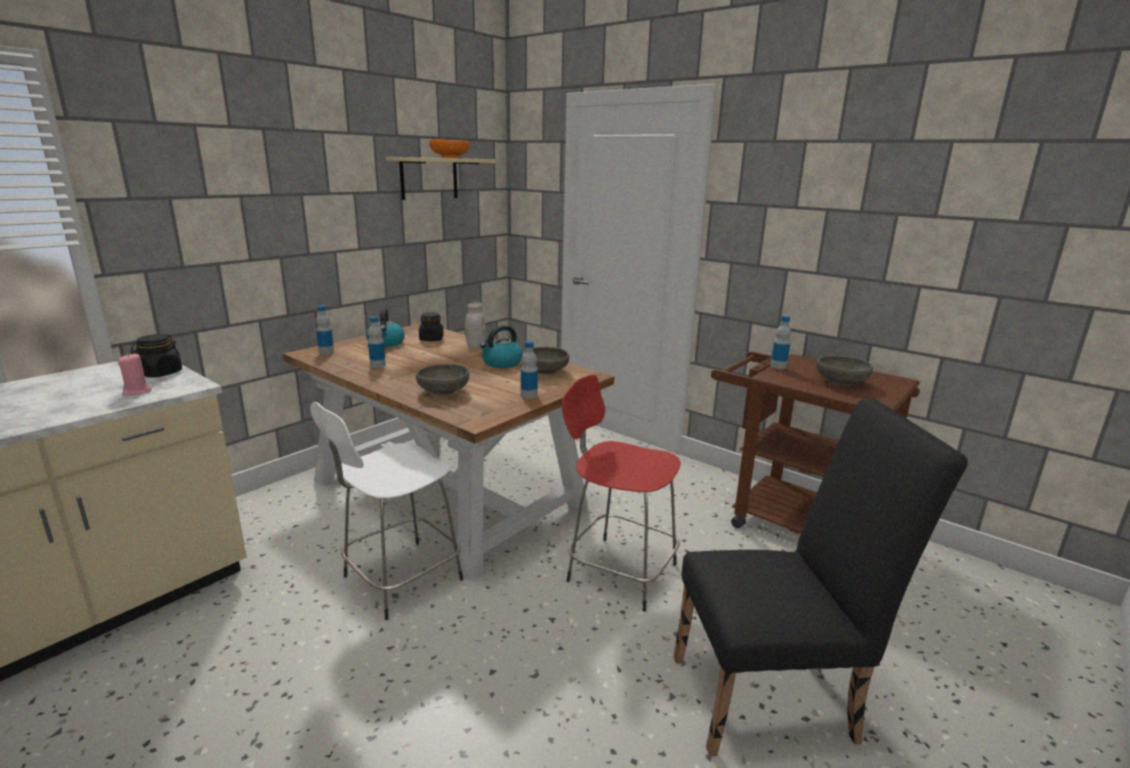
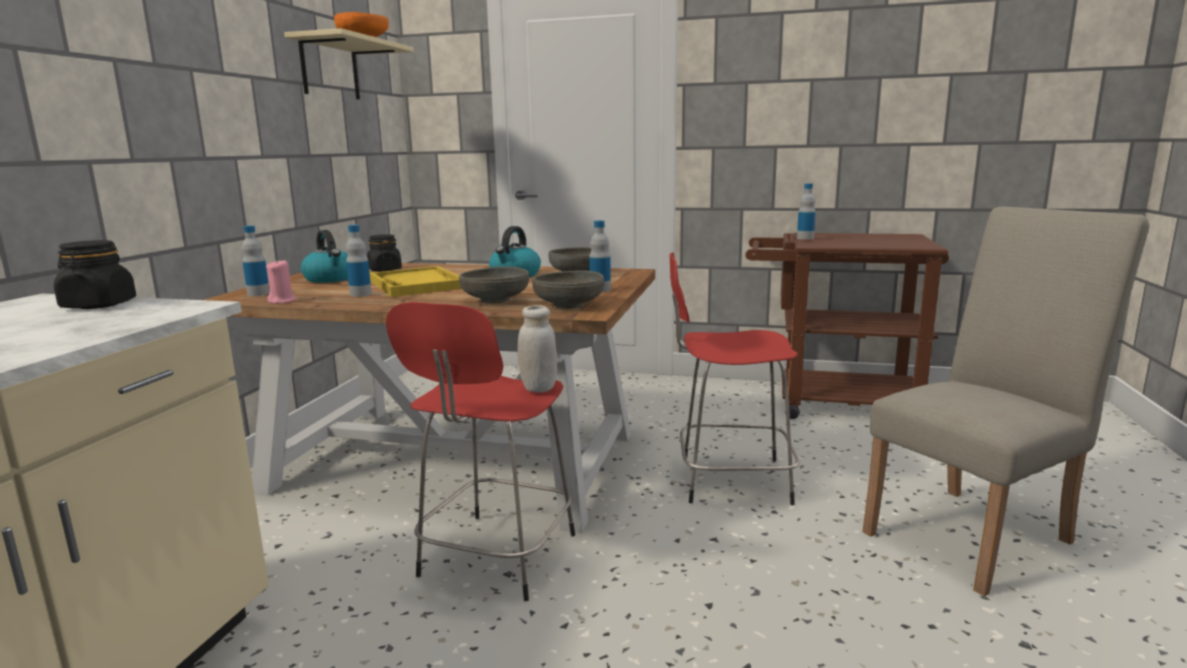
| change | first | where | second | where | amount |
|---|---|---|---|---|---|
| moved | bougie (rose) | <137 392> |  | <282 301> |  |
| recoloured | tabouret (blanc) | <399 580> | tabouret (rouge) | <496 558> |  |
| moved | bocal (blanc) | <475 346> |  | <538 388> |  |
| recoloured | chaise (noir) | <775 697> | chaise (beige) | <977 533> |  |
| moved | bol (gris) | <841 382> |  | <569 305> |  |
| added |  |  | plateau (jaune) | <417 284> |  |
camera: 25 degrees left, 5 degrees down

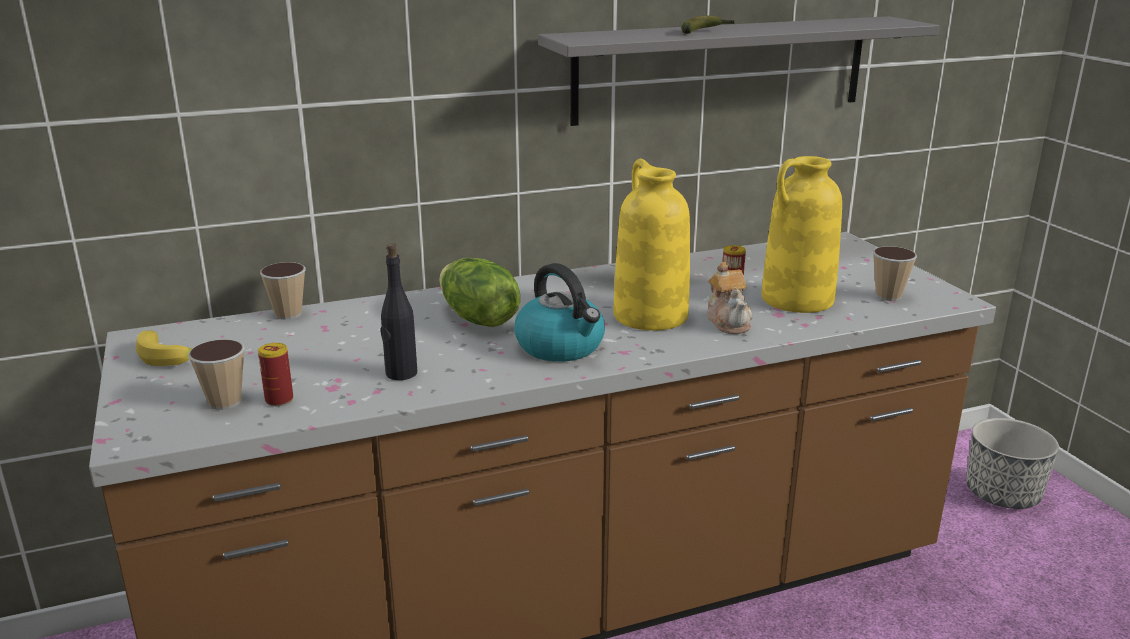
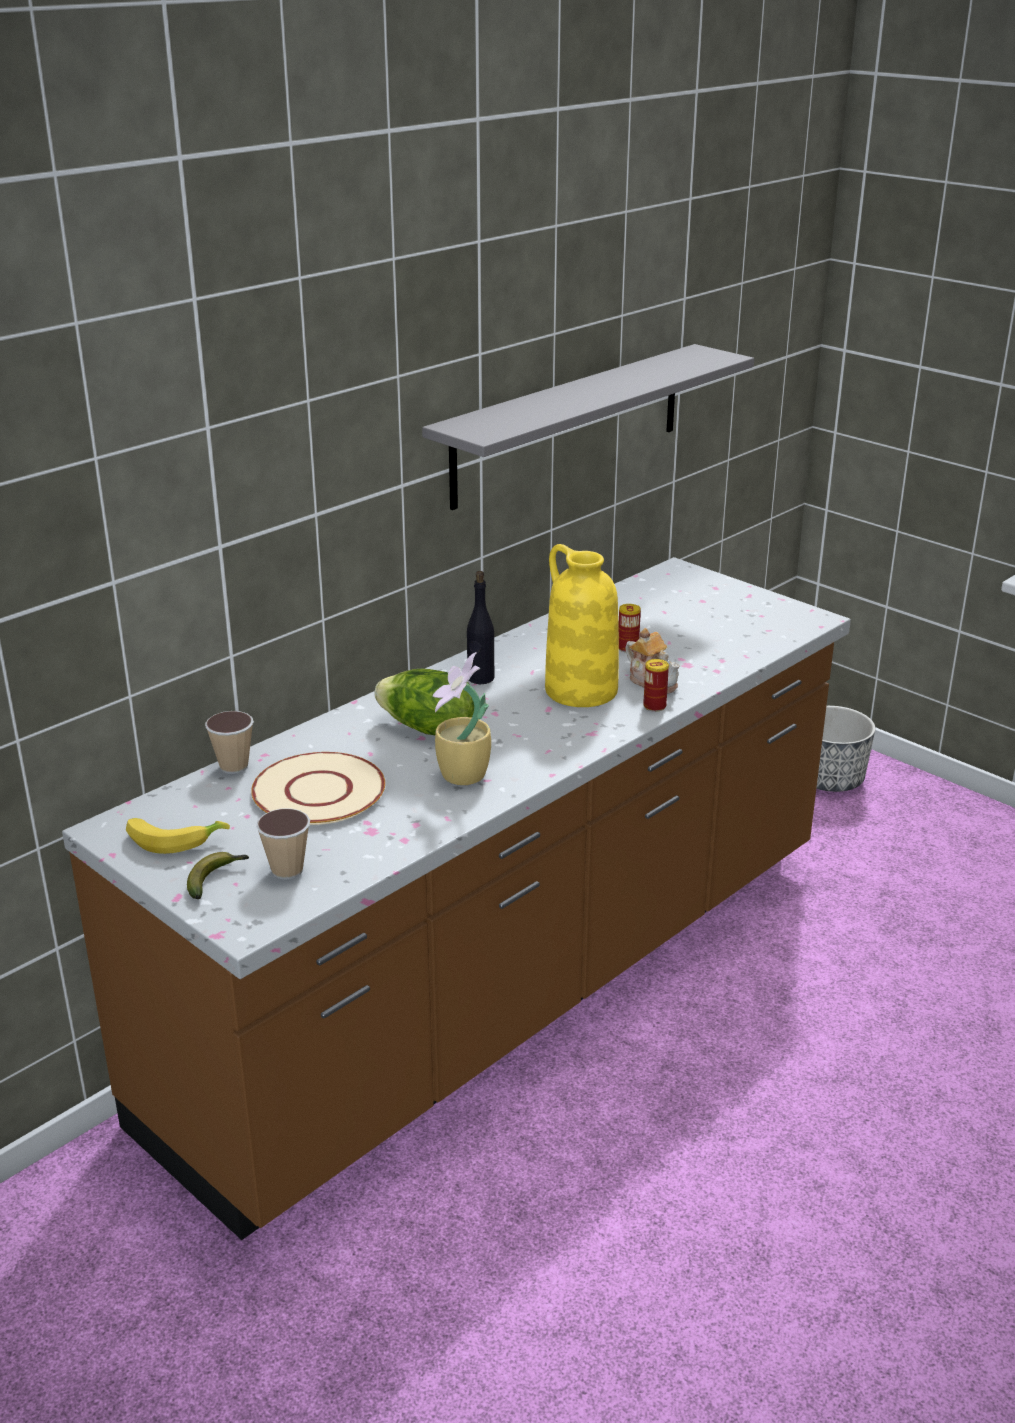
| change | first | where | second | where | amount |
|---|---|---|---|---|---|
| moved | boîte métallique | <279 400> |  | <654 706> |  |
| moved | bouteille (noir) | <401 373> |  | <480 678> |  |
| removed | bouilloire | <561 347> |  |  |  |
| moved | banane | <705 32> |  | <216 879> |  |
| removed | vase (jaune) | <797 300> |  |  |  |
| removed | tasse | <888 296> |  |  |  |
| added |  |  | assiette (beige) | <318 791> |  |
| added |  |  | plante en pot | <462 776> |  |
camera: 25 degrees left, 5 degrees up

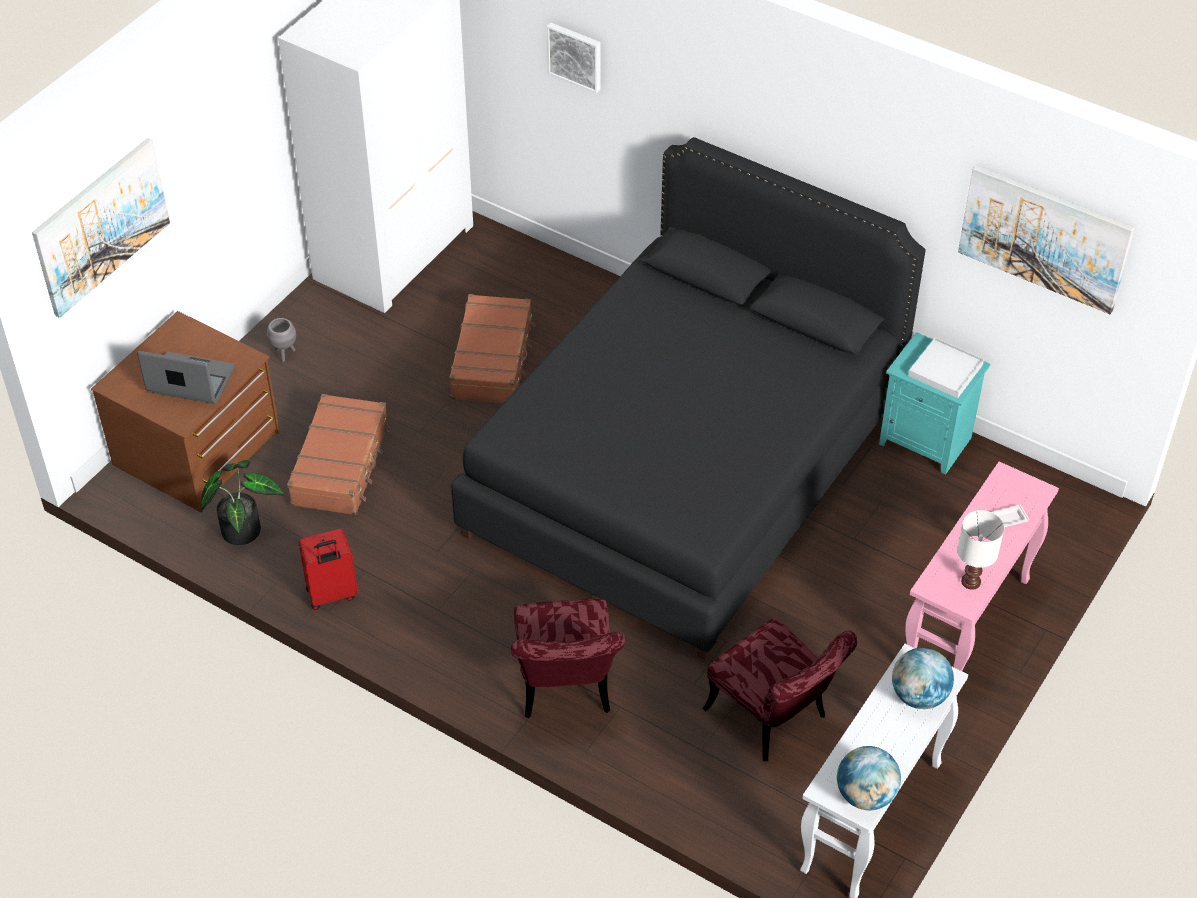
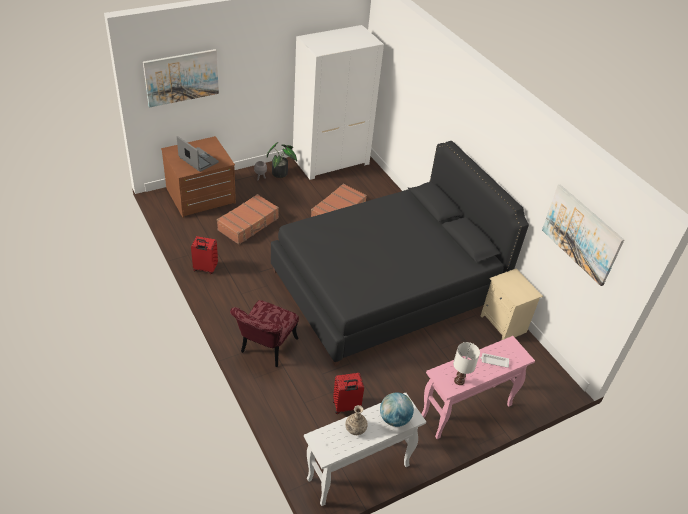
| change | first | where | second | where | amount |
|---|---|---|---|---|---|
| moved | plante en pot | <244 527> |  | <281 172> |  |
| removed | tableau | <575 56> |  |  |  |
| replaced | chaise (rouge) | <774 720> | valise (rouge) | <346 406> |  |
| removed | globe | <865 795> |  |  |  |
| recoloured | table de chevet (turquoise) | <927 440> | table de chevet (beige) | <504 324> |  |
| removed | plateau (blanc) | <945 370> |  |  |  |
| added |  |  | vase | <355 428> |  |
camera: 25 degrees right, 5 degrees down

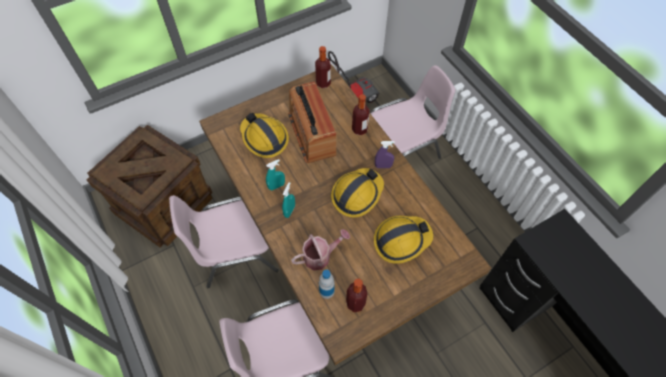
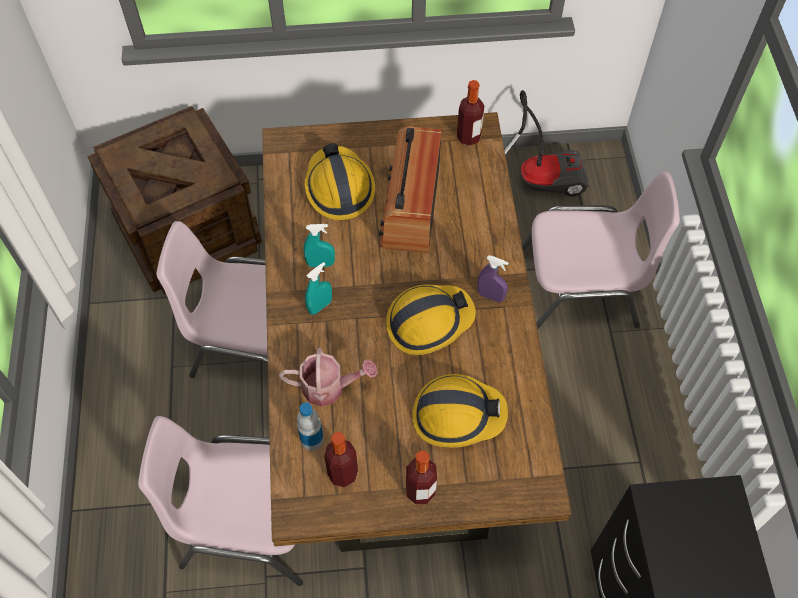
| change | first | where | second | where | amount |
|---|---|---|---|---|---|
| moved | bouteille | <359 129> |  | <420 491> |  |
camera: 25 degrees right, 0 degrees up

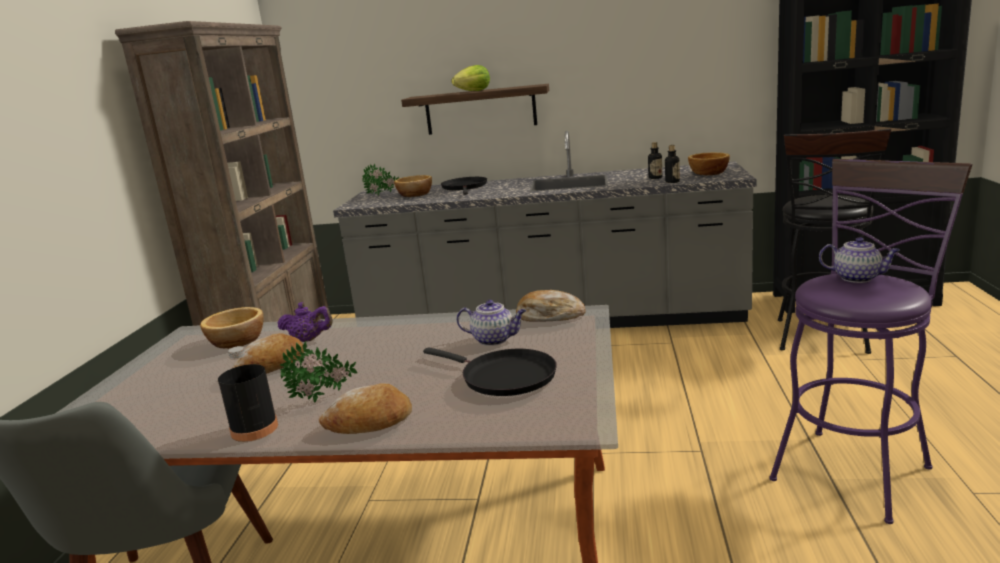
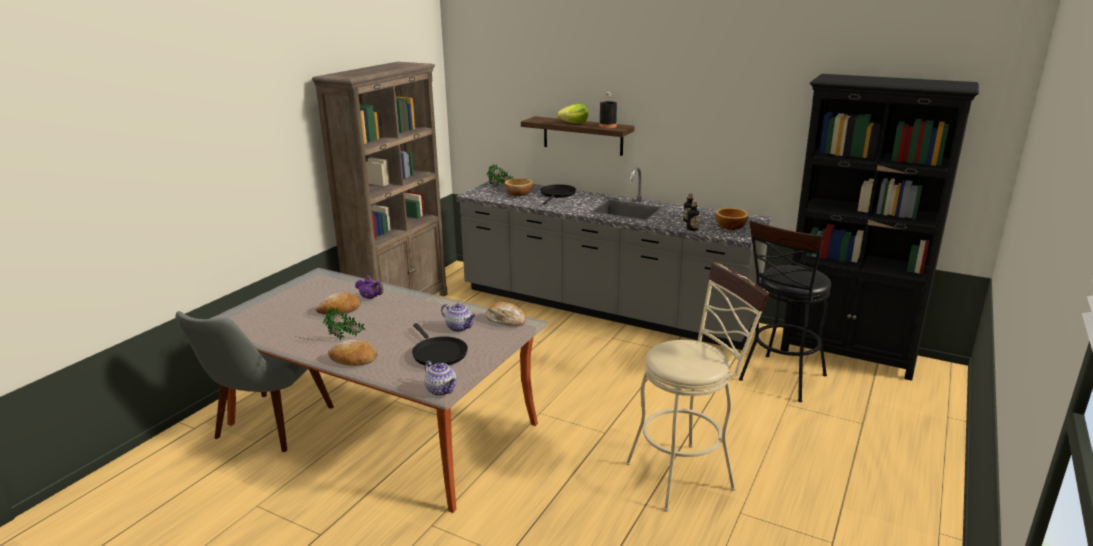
| change | first | where | second | where | amount |
|---|---|---|---|---|---|
| removed | bol | <238 341> |  |  |  |
| moved | bouteille (noir) | <254 429> |  | <607 126> |  |
| recoloured | tabouret (violet) | <855 467> | tabouret (beige) | <687 473> |  |
| moved | théière | <858 278> |  | <442 390> |  |
camera: 20 degrees right, 5 degrees up

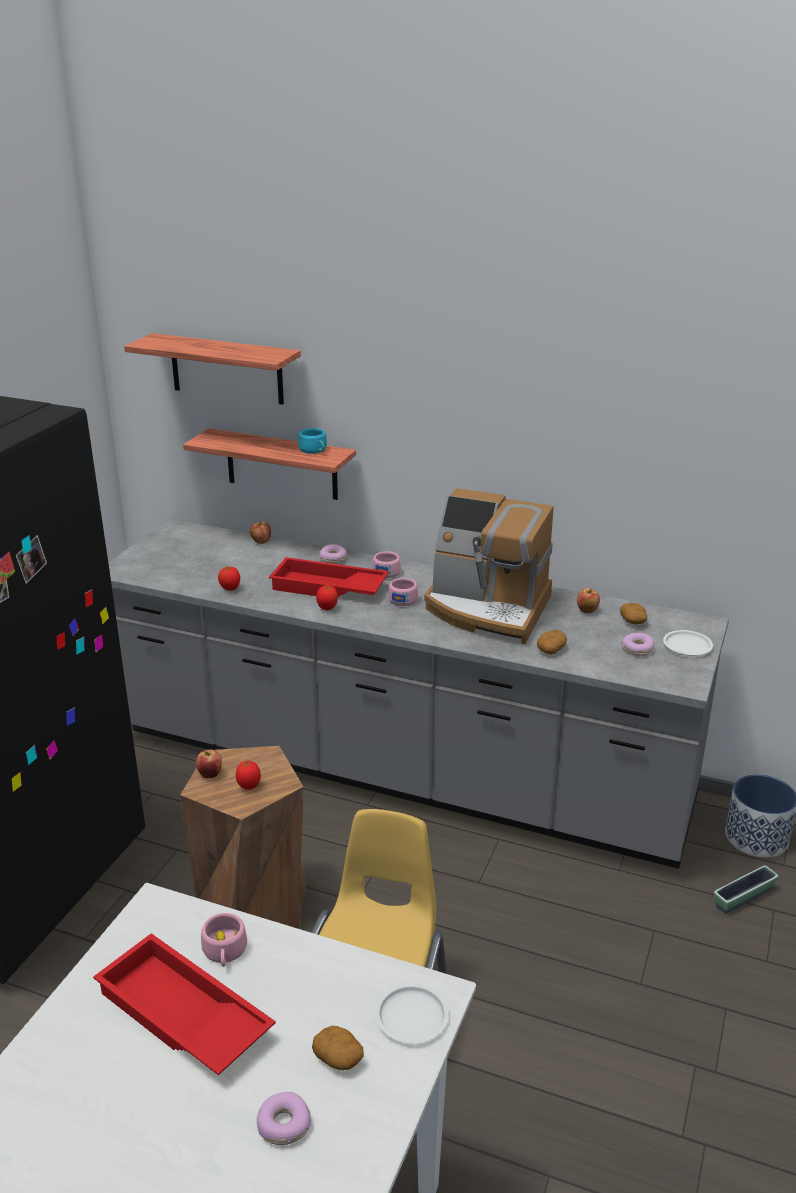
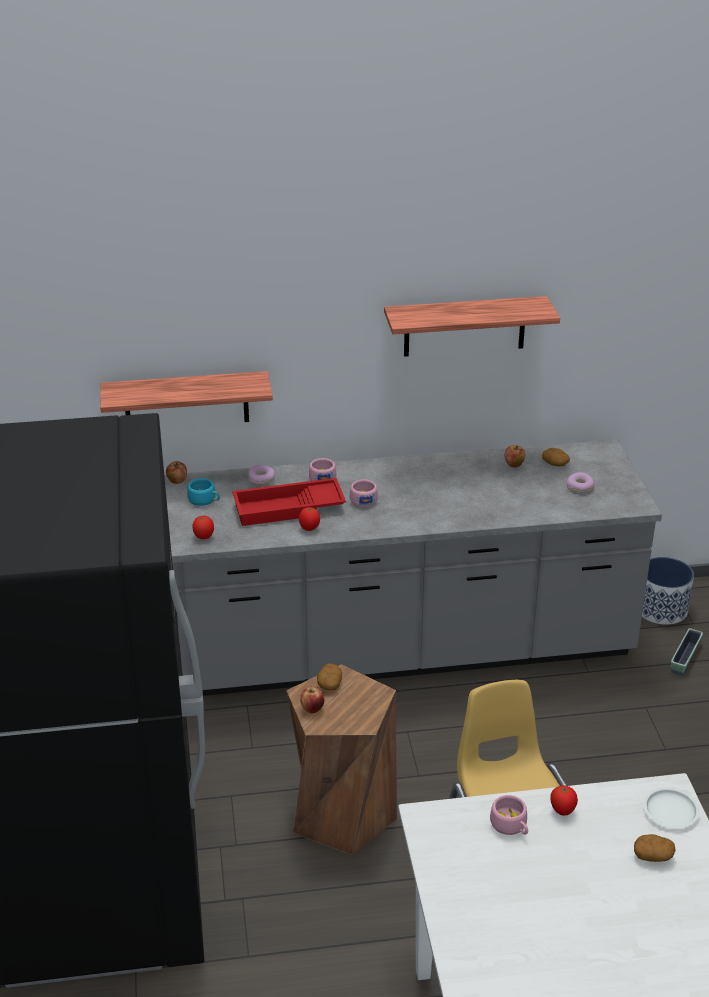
| change | first | where | second | where | amount |
|---|---|---|---|---|---|
| removed | plateau (rouge) | <181 1017> |  |  |  |
| moved | étagère | <226 369> |  | <464 326> |  |
| moved | tomate | <249 786> |  | <562 811> |  |
| removed | beignet | <283 1125> |  |  |  |
| moved | tasse (turquoise) | <314 451> |  | <205 500> |  |
| removed | machine à café | <487 609> |  |  |  |
| moved | pomme de terre | <551 649> |  | <329 684> |  |
| removed | assiette (blanc) | <687 646> |  |  |  |
camera: 30 degrees left, 5 degrees up

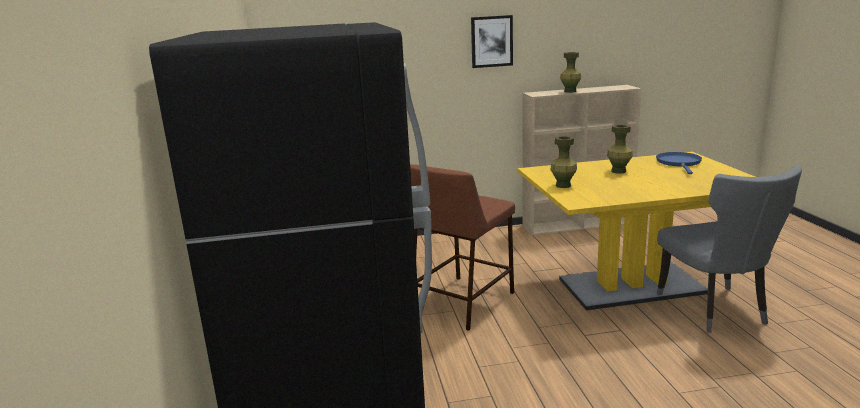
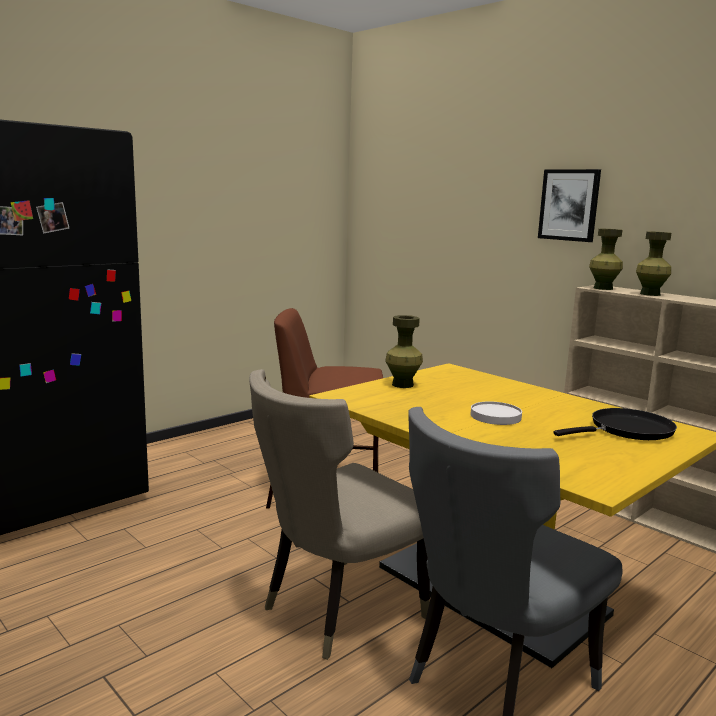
| change | first | where | second | where | amount |
|---|---|---|---|---|---|
| moved | vase (vert) | <619 171> |  | <603 288> |  |
| recoloured | poêle (bleu) | <679 163> | poêle (noir) | <627 430> |  |
| added |  |  | chaise (beige) | <336 611> |  |
| added |  |  | assiette (blanc) | <495 416> |  |
camera: 55 degrees right, 5 degrees down

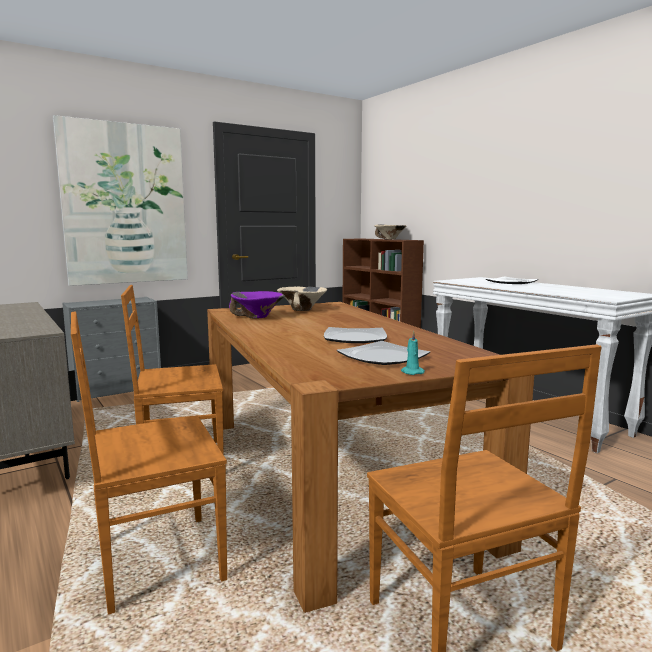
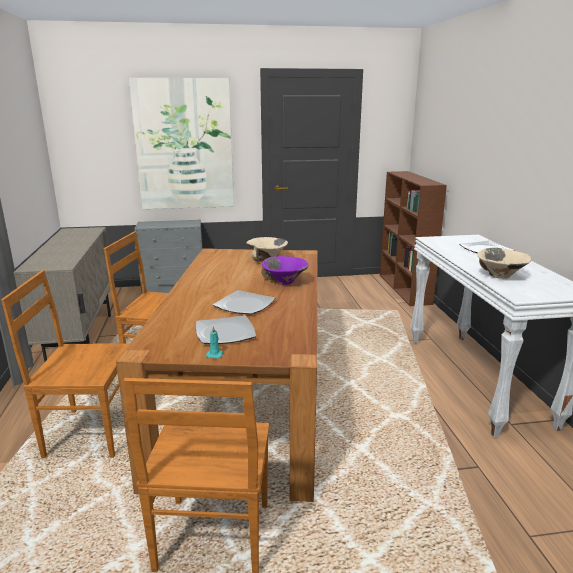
| change | first | where | second | where | amount |
|---|---|---|---|---|---|
| moved | bol (violet) | <257 317> |  | <284 282> |  |
| moved | bol (beige) | <389 239> |  | <500 276> |  |
camera: 25 degrees right, 10 degrees up

